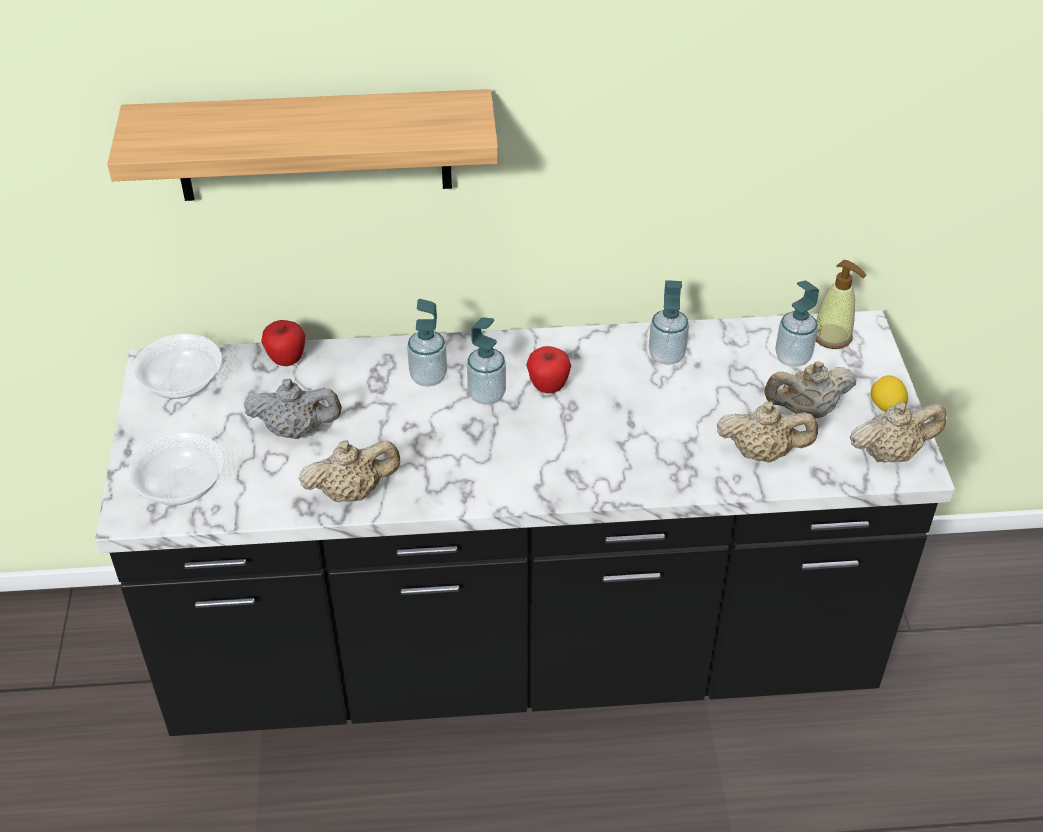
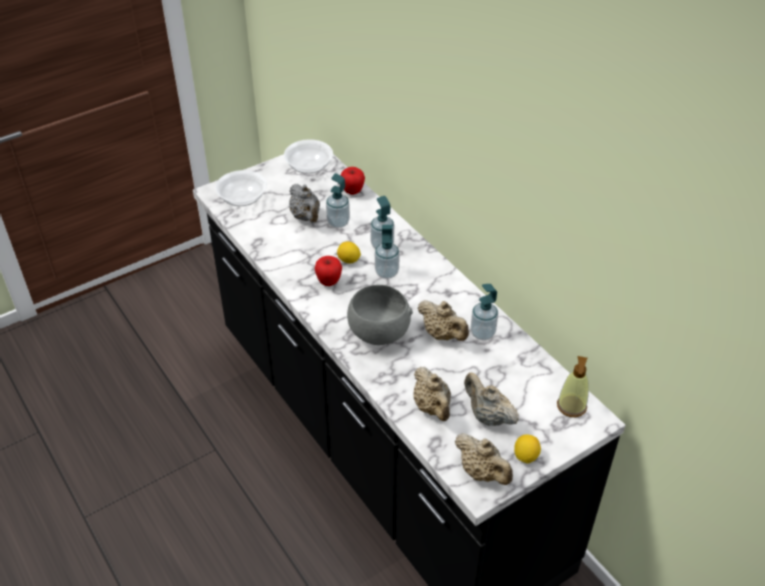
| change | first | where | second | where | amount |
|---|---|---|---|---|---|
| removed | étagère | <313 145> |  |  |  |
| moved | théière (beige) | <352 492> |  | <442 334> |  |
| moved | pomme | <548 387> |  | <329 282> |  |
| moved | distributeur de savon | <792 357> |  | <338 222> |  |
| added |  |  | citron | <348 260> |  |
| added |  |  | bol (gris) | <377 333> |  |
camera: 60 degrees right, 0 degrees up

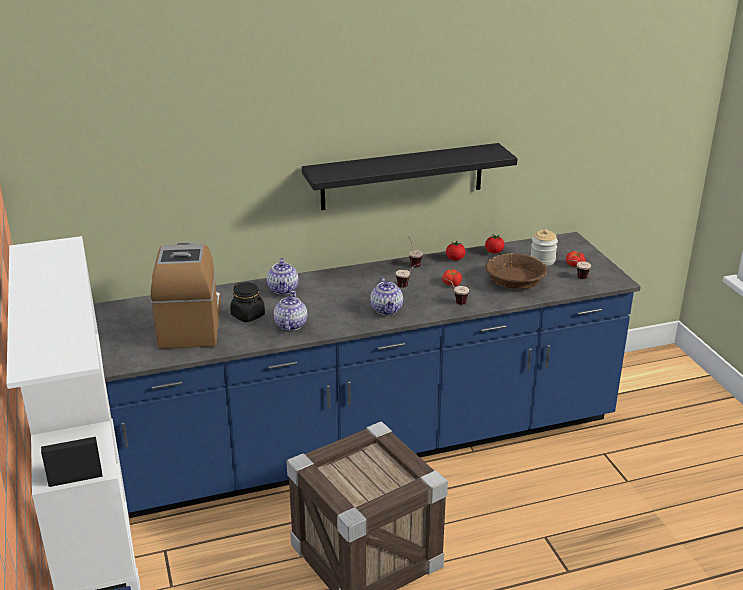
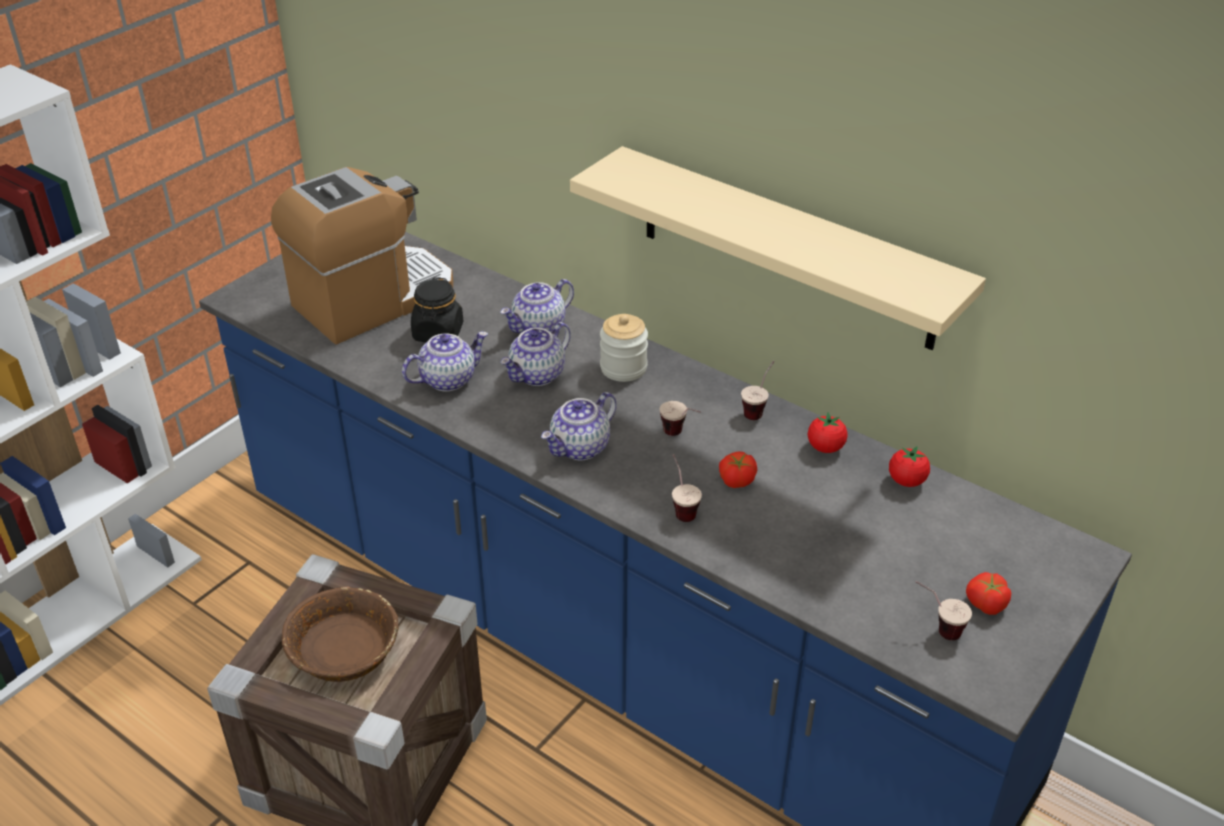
| change | first | where | second | where | amount |
|---|---|---|---|---|---|
| recoloured | étagère (noir) | <402 176> | étagère (beige) | <786 248> |  |
| moved | bol (marron) | <515 281> |  | <344 650> |  |
| moved | bocal | <542 260> |  | <623 368> |  |
| added |  |  | théière | <537 375> |  |
camera: 55 degrees right, 10 degrees up

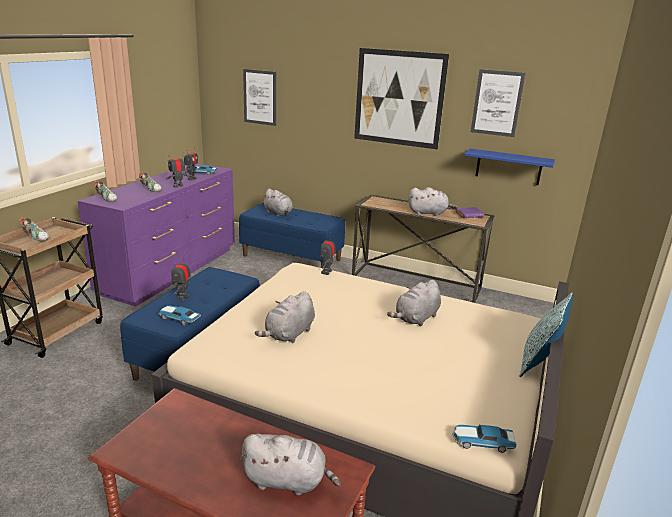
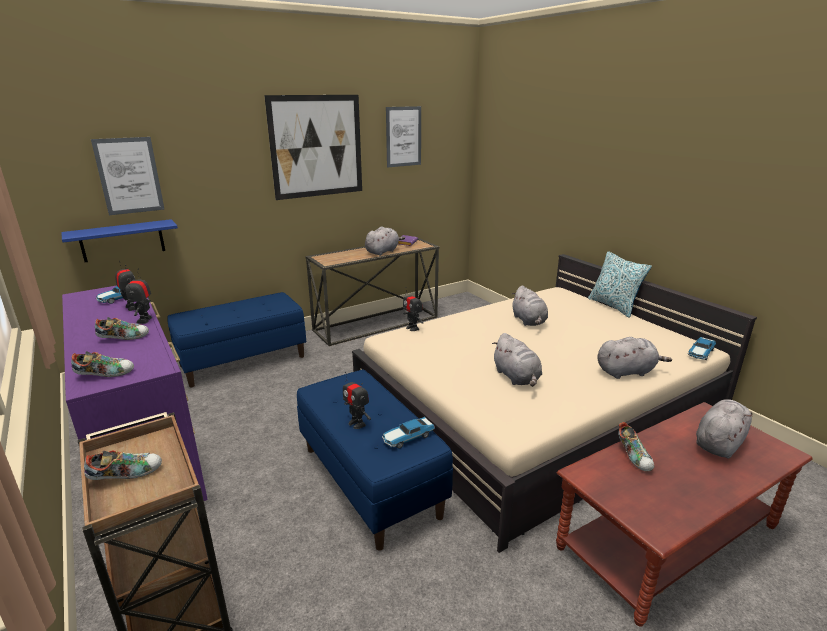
| change | first | where | second | where | amount |
|---|---|---|---|---|---|
| moved | peluche (gris) | <279 213> |  | <627 372> |  |
| moved | étagère (bleu) | <508 167> |  | <122 240> |  |
| added |  |  | chaussure | <634 457> |  |
camera: 55 degrees left, 0 degrees up

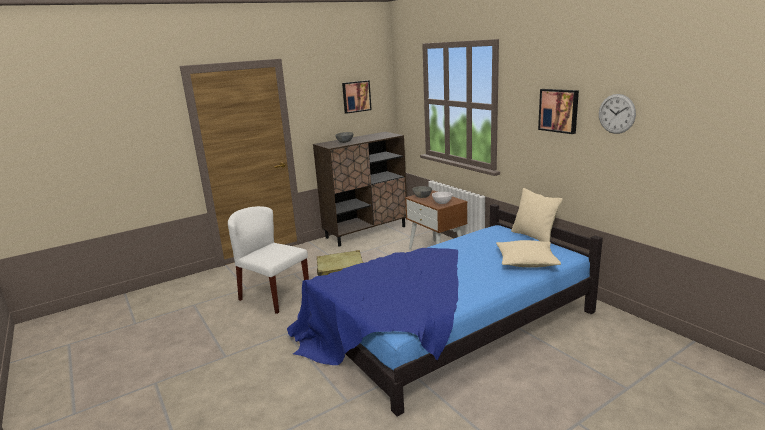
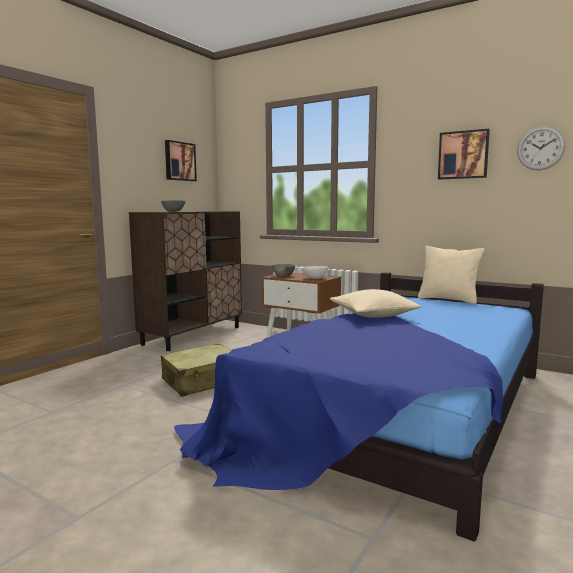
| change | first | where | second | where | amount |
|---|---|---|---|---|---|
| removed | chaise (blanc) | <274 296> |  |  |  |
| moved | coussin (beige) | <526 262> |  | <373 314> |  |
camera: 25 degrees left, 10 degrees down

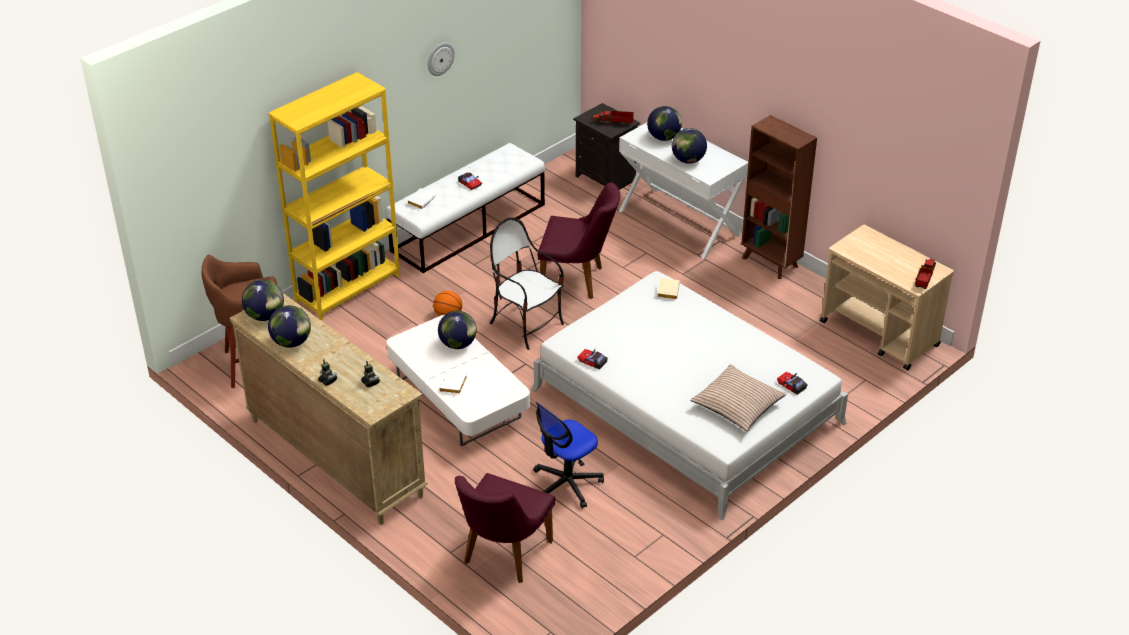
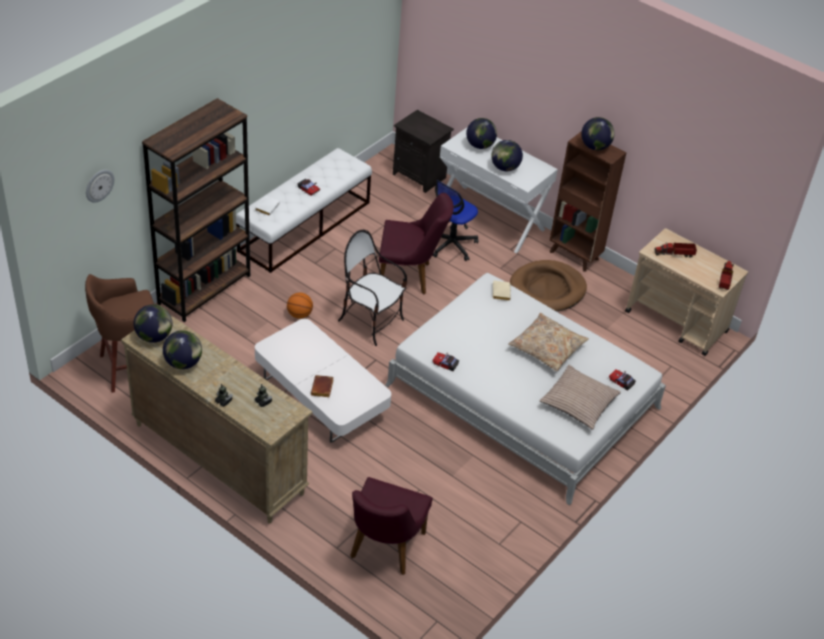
| change | first | where | second | where | amount |
|---|---|---|---|---|---|
| recoloured | bibliothèque (jaune) | <348 288> | bibliothèque (marron) | <204 289> |  |
| moved | horloge murale | <440 58> |  | <99 185> |  |
| moved | globe | <458 344> |  | <595 147> |  |
| recoloured | livre (blanc) | <454 385> | livre (marron) | <323 389> |  |
| moved | chaise de bureau | <566 484> |  | <451 244> |  |
| moved | camion jouet | <614 122> |  | <675 254> |  |
| added |  |  | coussin (beige) | <547 348> |  |
| added |  |  | panier pour chien (marron) | <547 289> |  |
camera: 10 degrees left, 5 degrees up

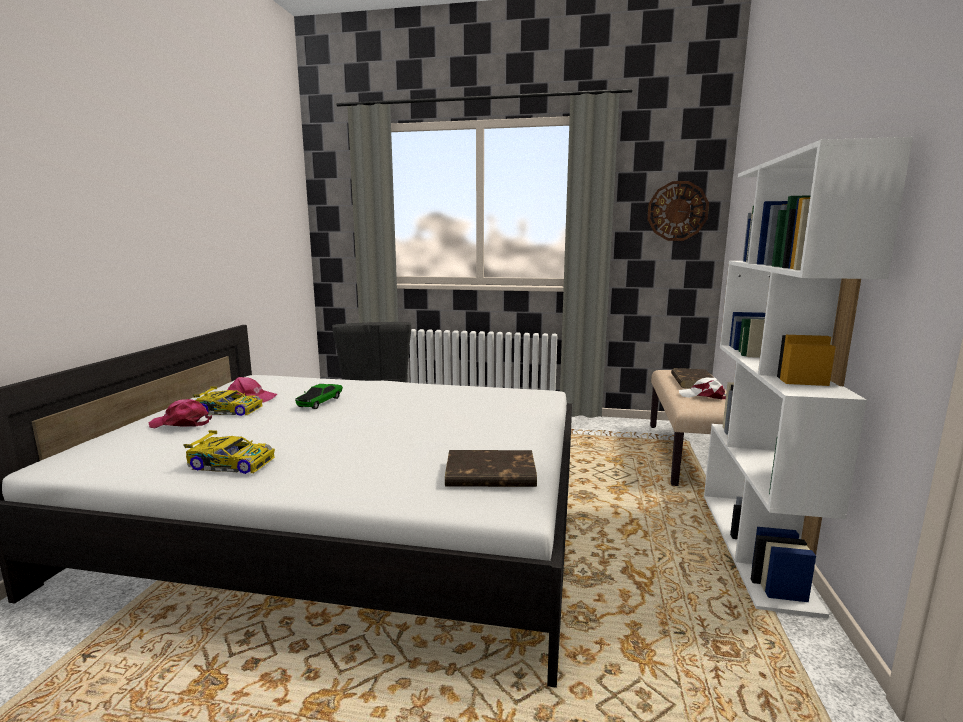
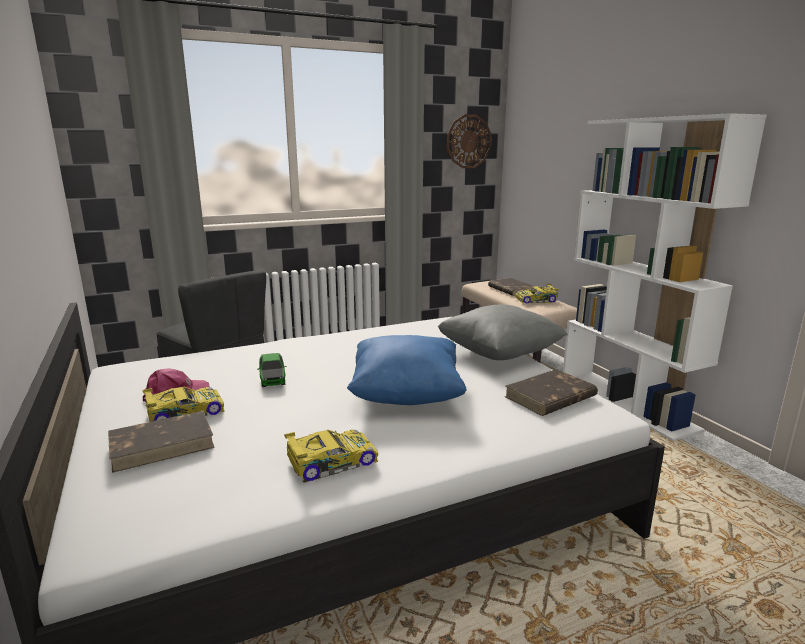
| change | first | where | second | where | amount |
|---|---|---|---|---|---|
| replaced | casquette (rose) | <181 423> | livre (marron) | <163 444> |  |
| replaced | casquette (blanc) | <703 396> | petite voiture | <536 300> |  |
| added |  |  | coussin (bleu) | <406 395> |  |
| added |  |  | coussin (gris) | <499 354> |  |
camera: 35 degrees left, 5 degrees up

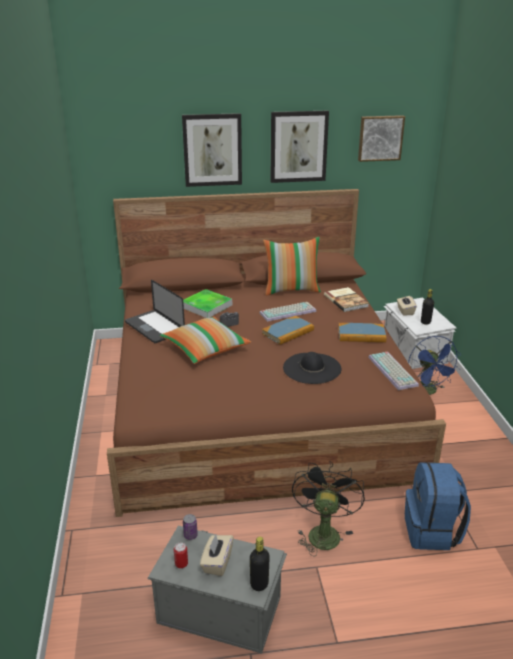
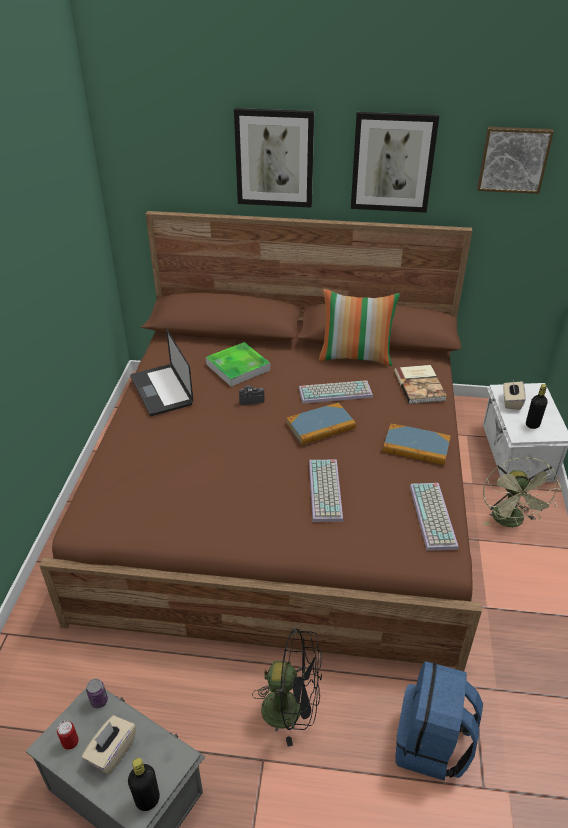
| change | first | where | second | where | amount |
|---|---|---|---|---|---|
| removed | coussin | <205 349> |  |  |  |
| replaced | chapeau (noir) | <312 368> | clavier | <327 491> |  |
| turned | ventilateur (noir) | <323 532> |  | <291 709> | 75 degrees clockwise |
| recoloured | ventilateur (bleu) | <428 391> | ventilateur (vert) | <511 522> |  |
camera: 15 degrees right, 10 degrees up

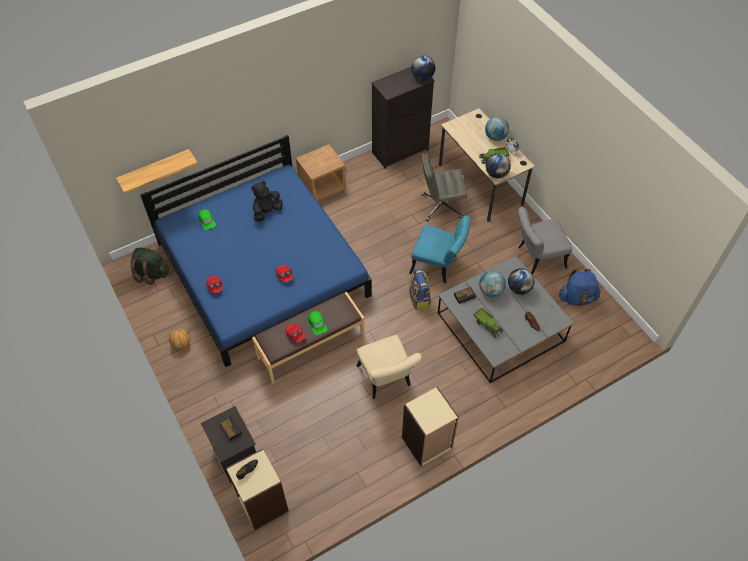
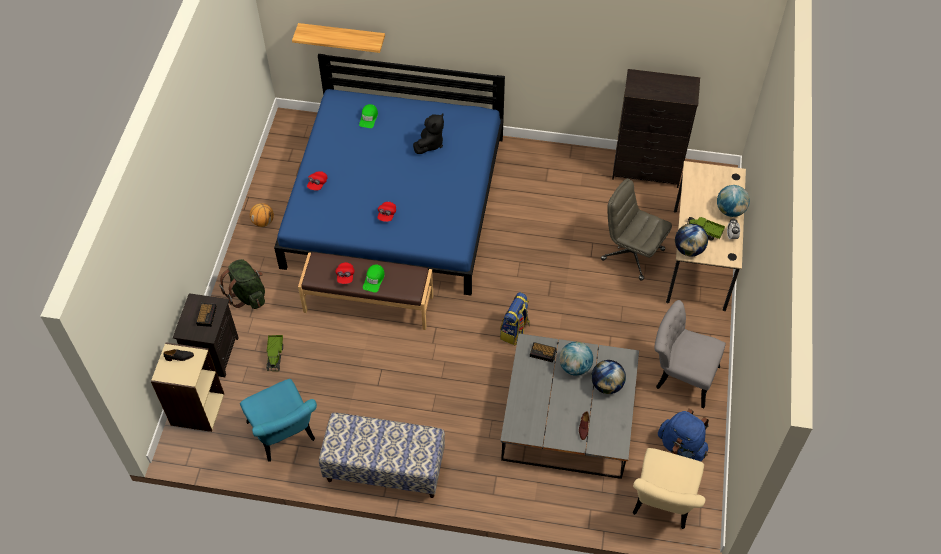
| change | first | where | second | where | amount |
|---|---|---|---|---|---|
| moved | sac à dos (vert) | <151 274> |  | <248 295> |  |
| turned | peluche (noir) | <267 212> |  | <430 143> | 120 degrees clockwise |
| removed | table de chevet (marron) | <322 186> |  |  |  |
| moved | chaise (beige) | <386 380> |  | <662 505> |  |
| replaced | bibliothèque (beige) | <427 443> | banc | <384 469> |  |
| moved | chaise (turquoise) | <438 265> |  | <284 436> |  |
| removed | globe | <422 77> |  |  |  |
| moved | camion jouet | <487 325> |  | <275 356> |  |
camera: 40 degrees right, 0 degrees up

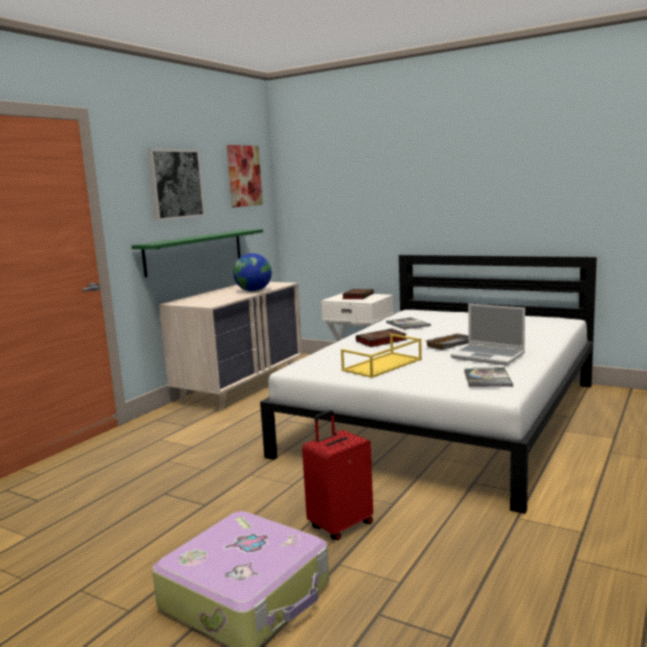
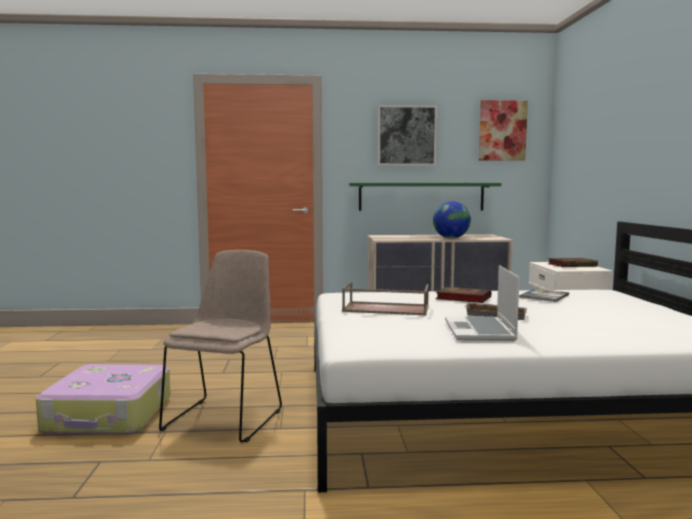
| change | first | where | second | where | amount |
|---|---|---|---|---|---|
| replaced | valise (rouge) | <340 525> | chaise (beige) | <225 418> |  |
| recoloured | plateau (jaune) | <382 365> | plateau (marron) | <385 309> |  |
| removed | livre | <487 378> |  |  |  |
camera: 55 degrees right, 5 degrees down

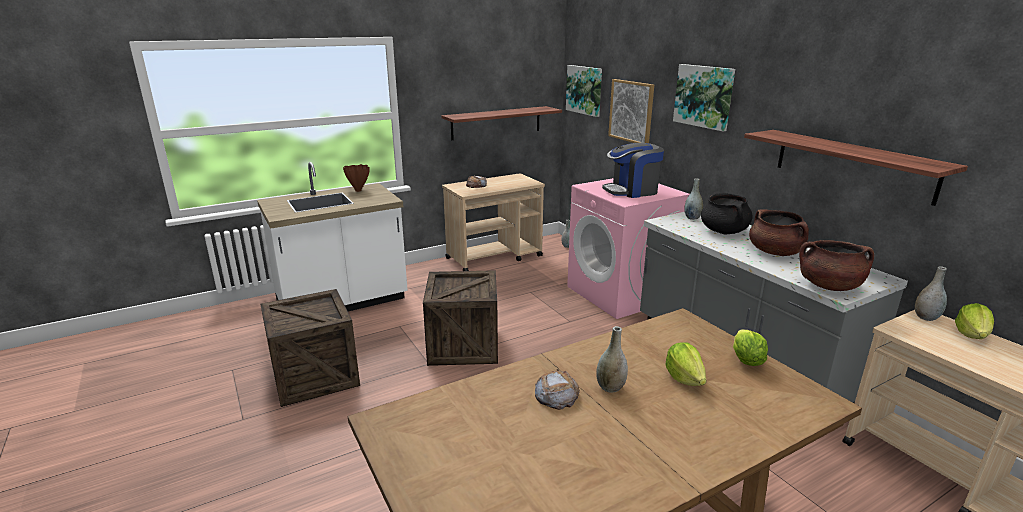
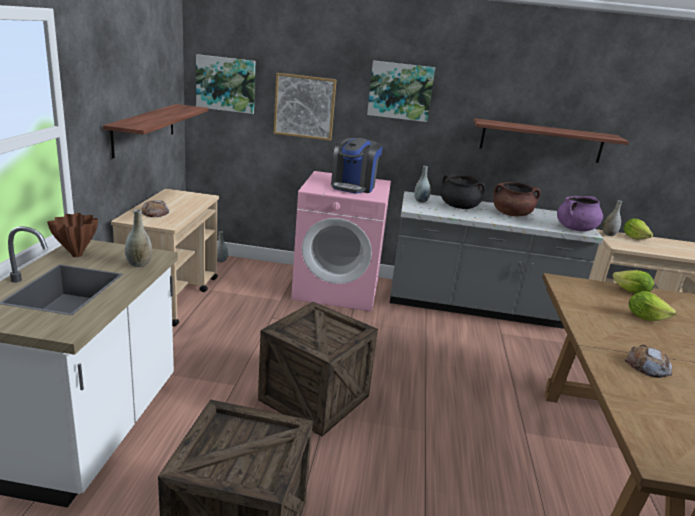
| change | first | where | second | where | amount |
|---|---|---|---|---|---|
| moved | vase (gris) | <610 387> |  | <139 264> |  |
| recoloured | marmite (marron) | <829 286> | marmite (violet) | <575 229> |  |
camera: 55 degrees left, 0 degrees up

